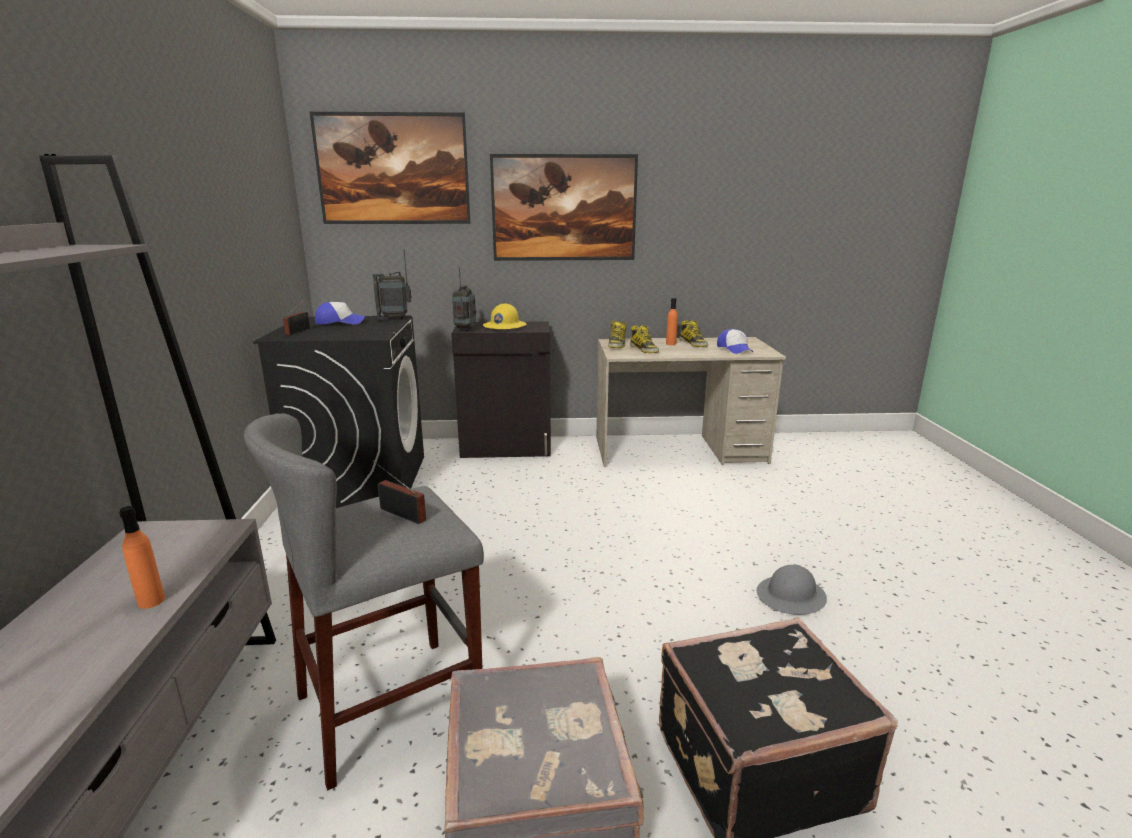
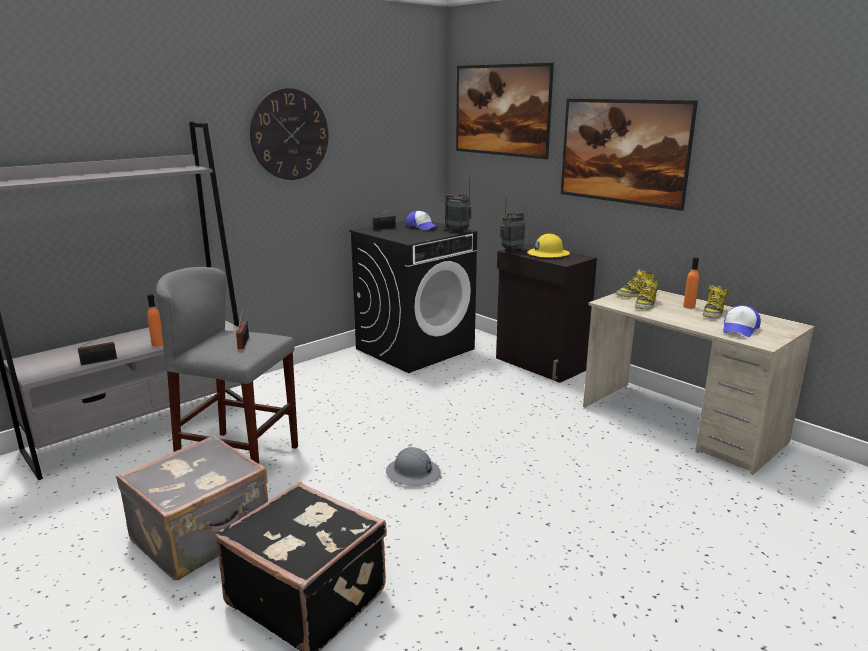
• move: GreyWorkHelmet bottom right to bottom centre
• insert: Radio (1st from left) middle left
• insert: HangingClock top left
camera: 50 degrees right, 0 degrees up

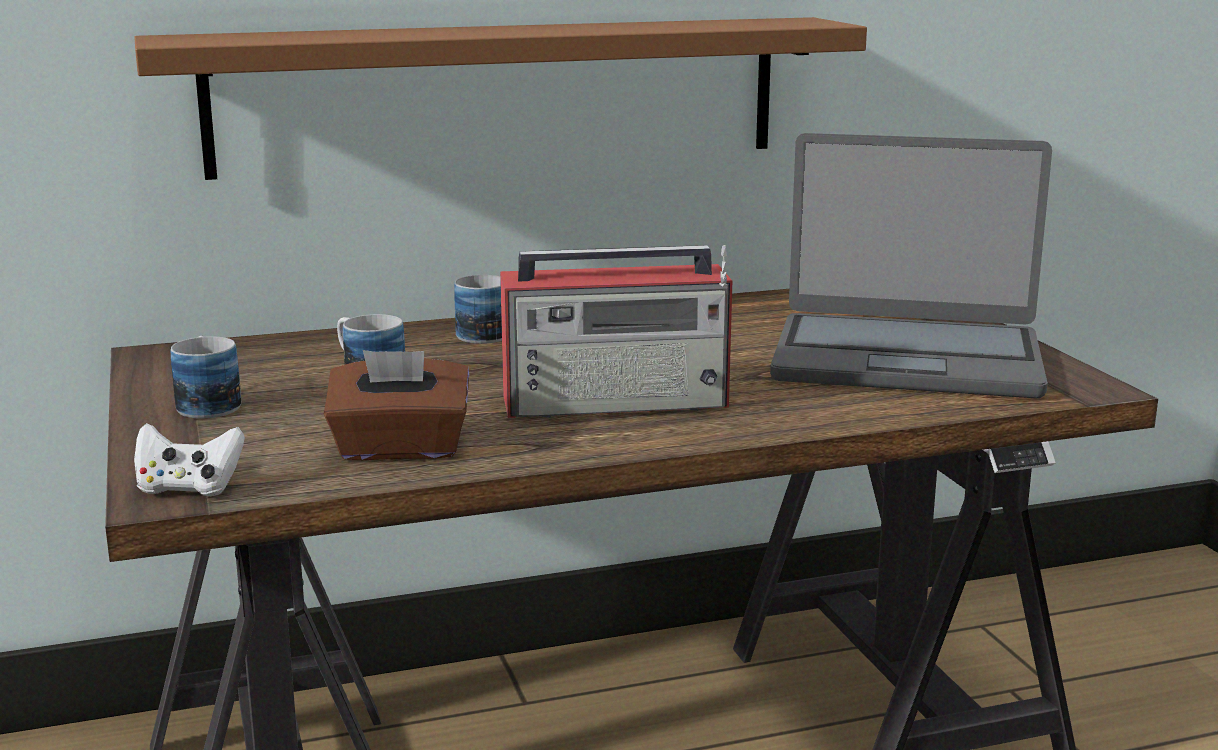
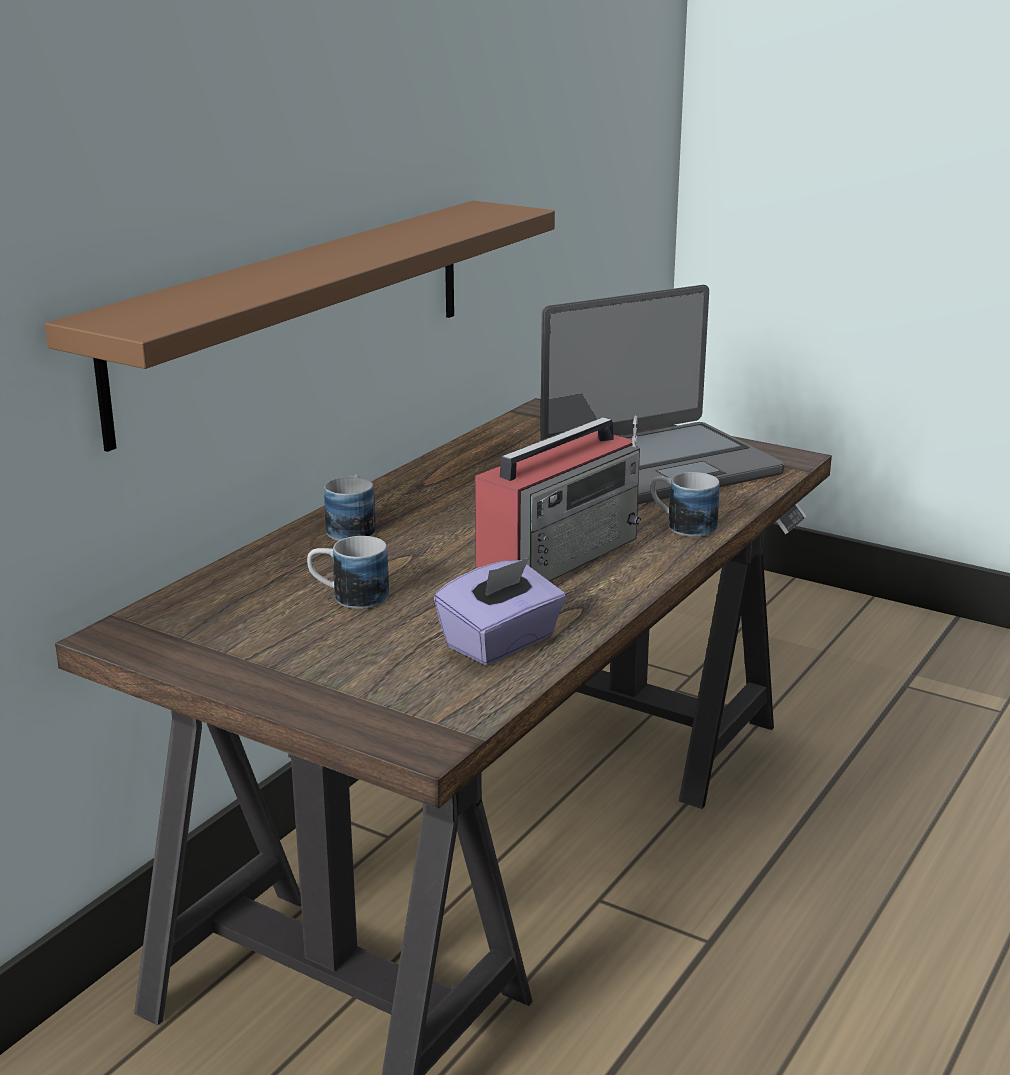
• delete: WhiteGamepad middle left
• move: TeaMug (1st from left in the first image) middle left to TeaMug (3rd from left) middle right
• recolor: BrownishBoxOfTissues middle left to PurpleBoxOfTissues centre
camera: 40 degrees left, 5 degrees up

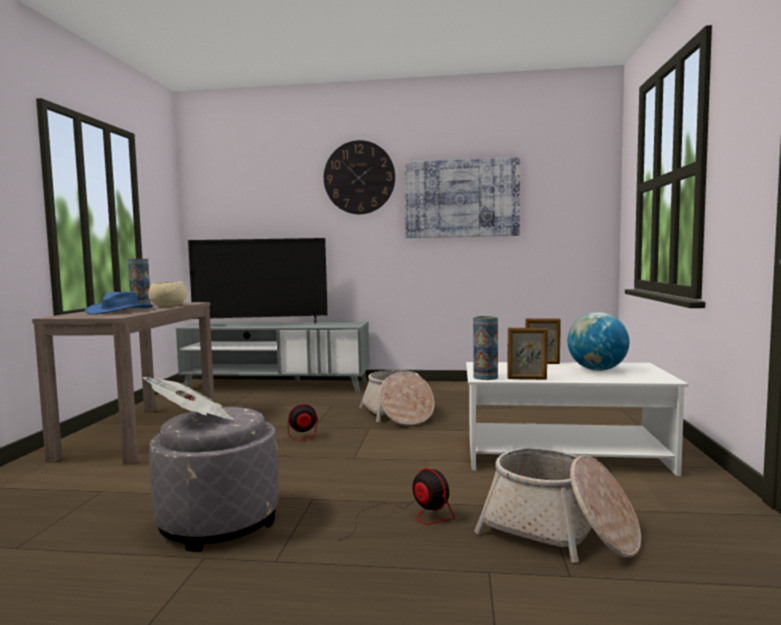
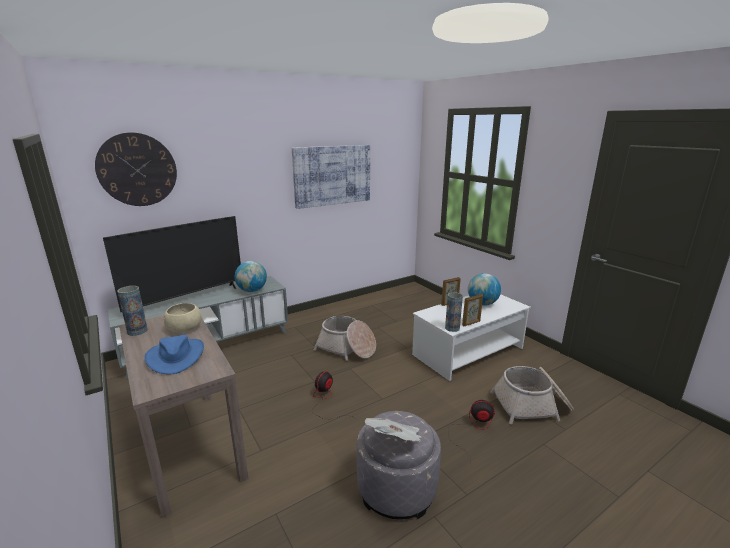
• move: HangingClock top centre to top left
• insert: Globe (1st from left) centre
camera: 40 degrees left, 15 degrees up

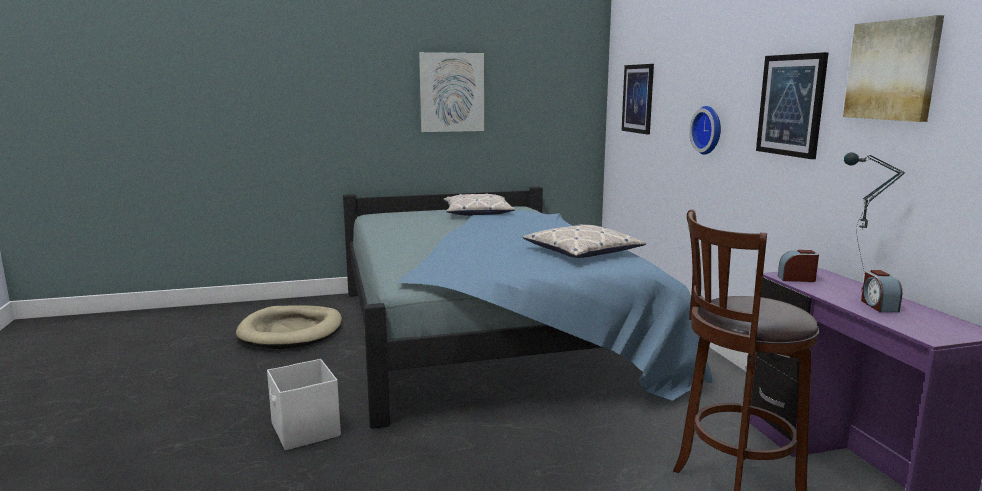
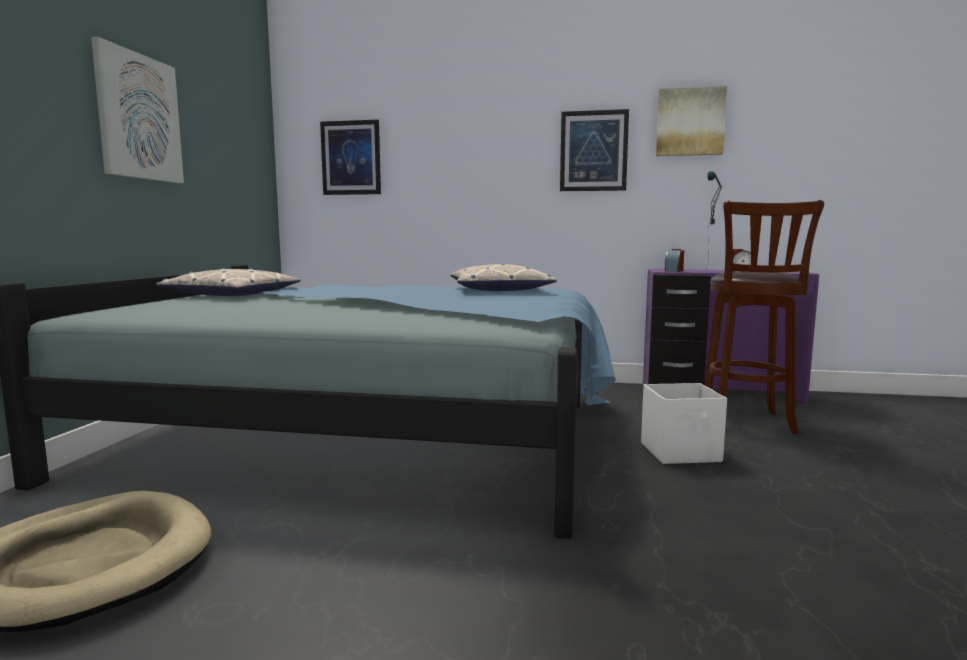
• move: WhiteStorageContainer bottom left to middle right
• delete: HangingClock top right
camera: 65 degrees left, 5 degrees down

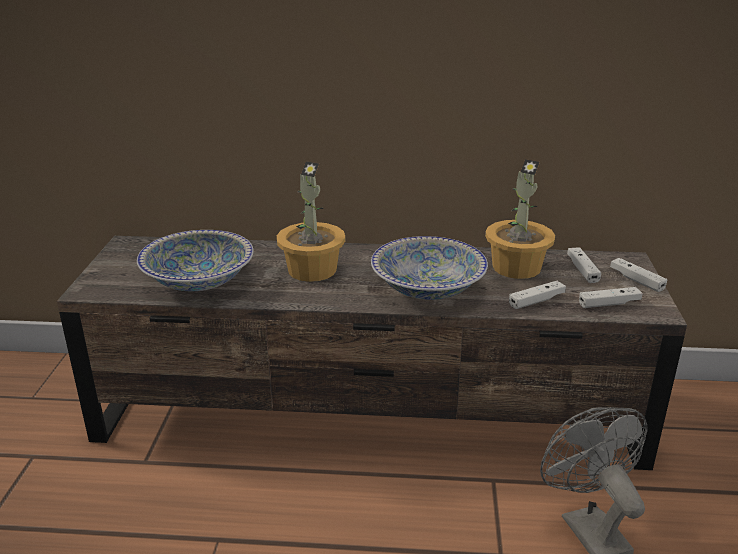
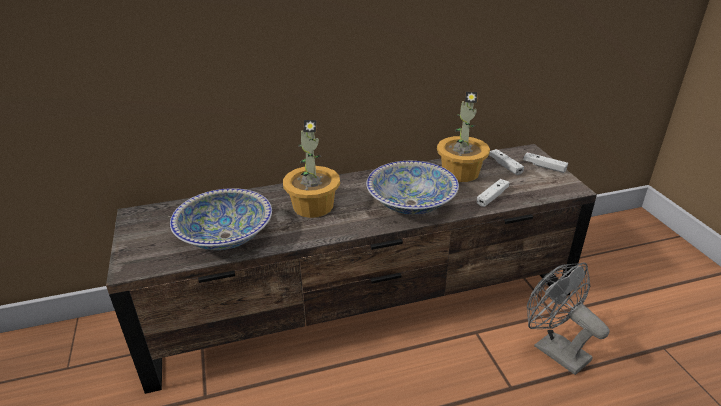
• delete: WhiteGamepad (3rd from left) middle right
camera: 20 degrees left, 5 degrees up

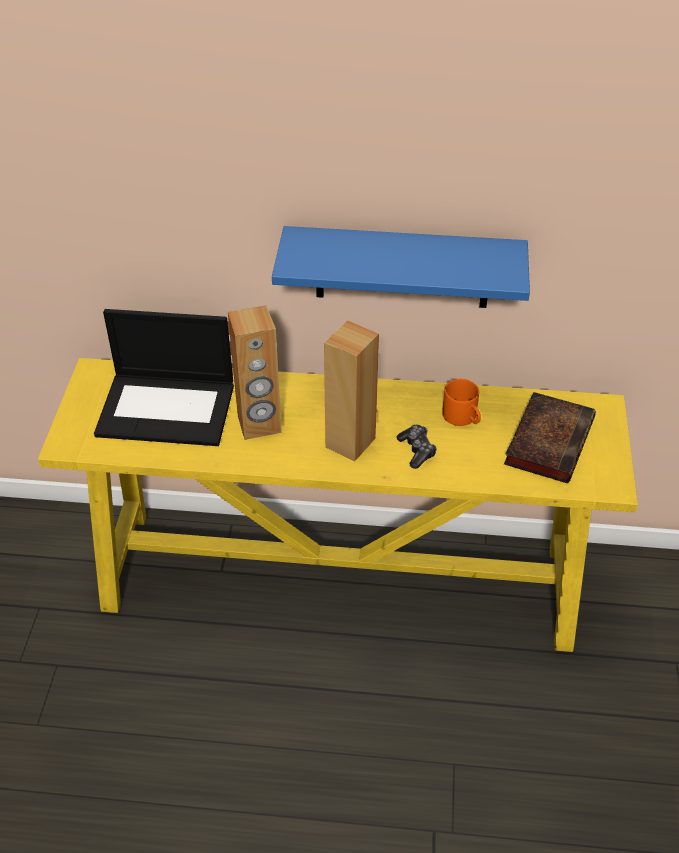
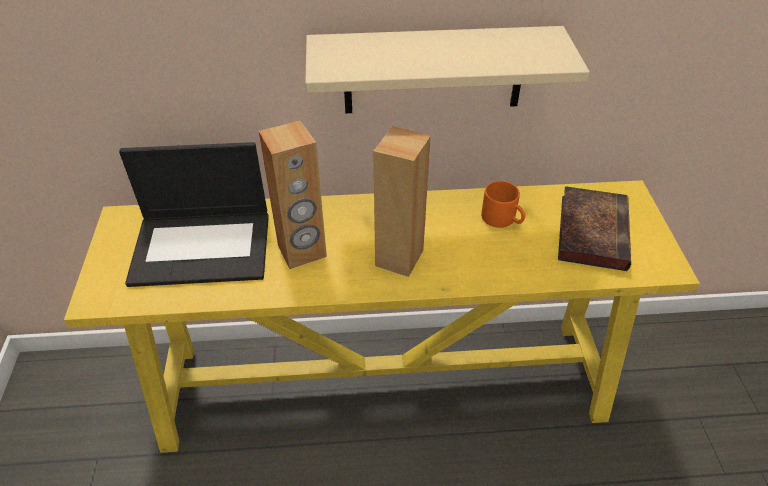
• recolor: BluishShelf top centre to SandColouredShelf top centre
• delete: Gamepad centre
camera: 10 degrees left, 0 degrees up

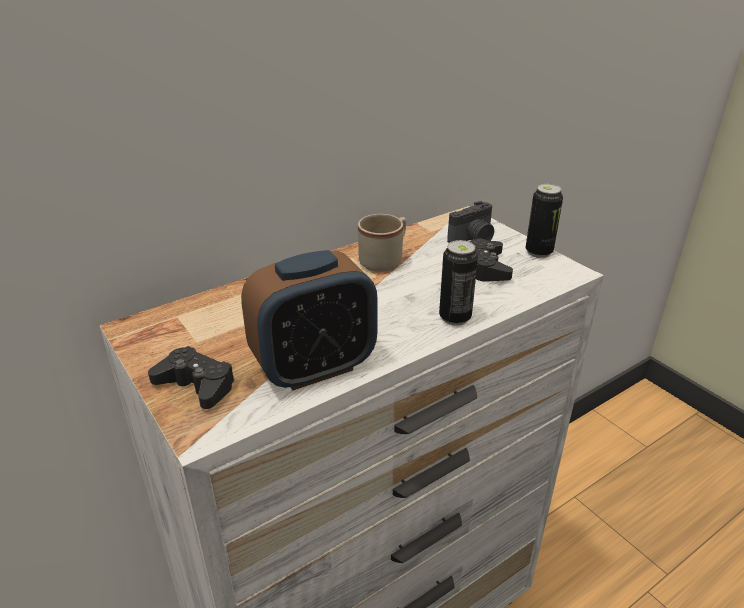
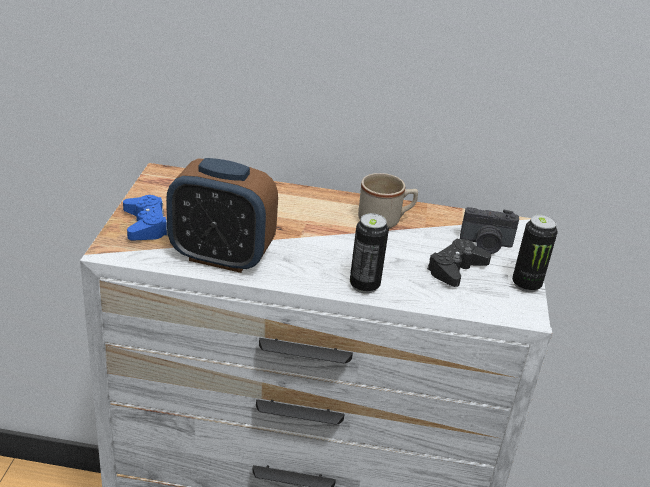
• recolor: BlackColouredGamepad (1st from left) middle left to BluishGamepad middle left
camera: 40 degrees right, 0 degrees up

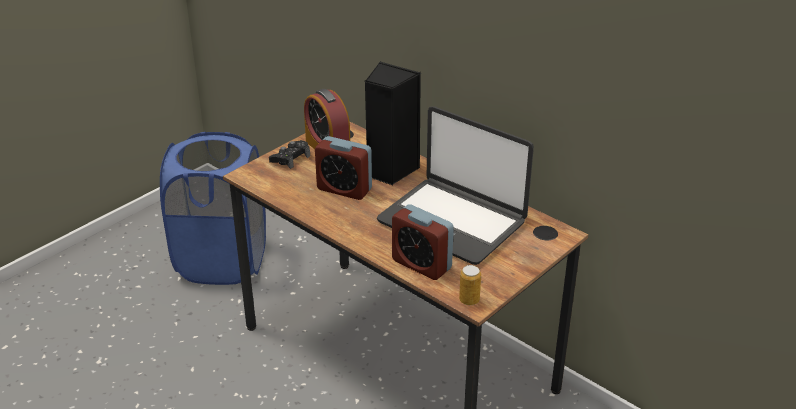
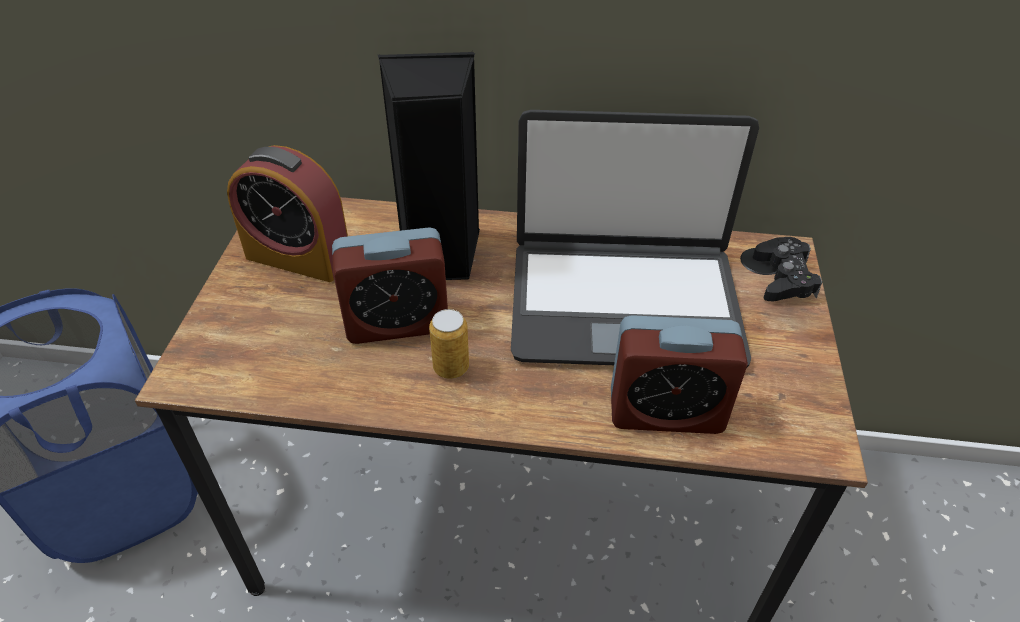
• move: BlackColouredGamepad centre to middle right
• move: MetalCan bottom centre to centre
camera: 35 degrees left, 10 degrees up

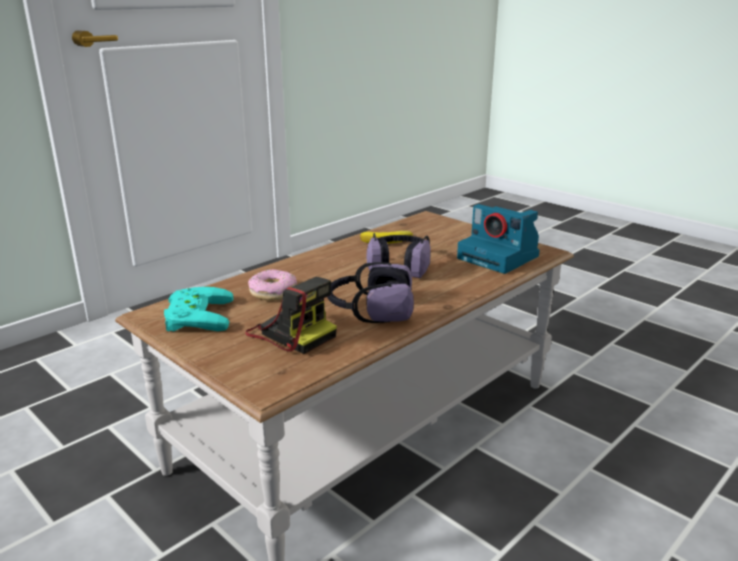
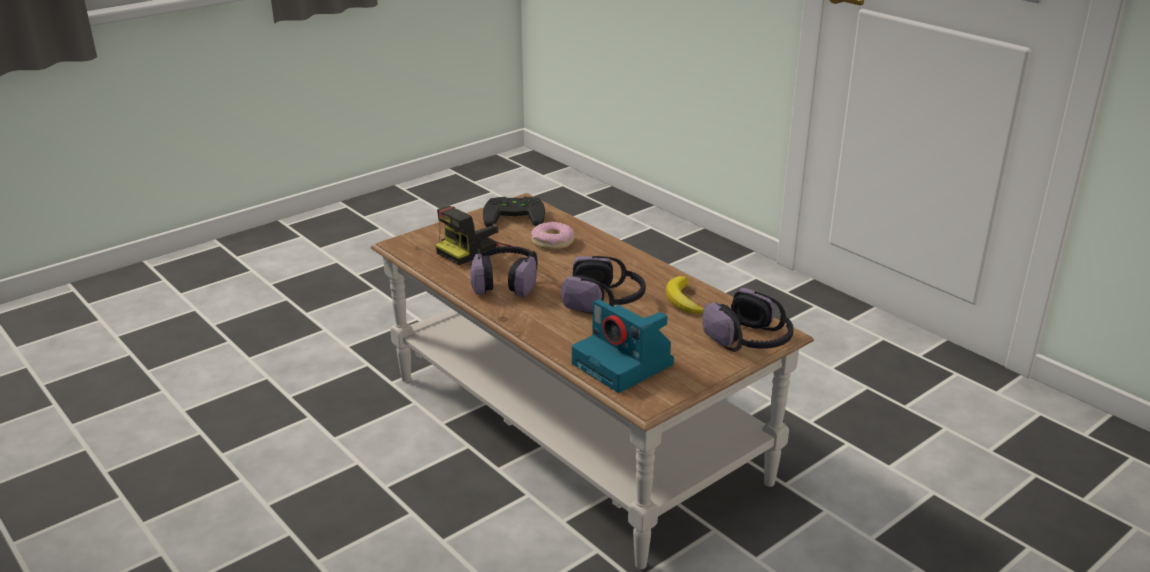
• recolor: BlueGreenGamepad middle left to BlackColouredGamepad centre
• rotate: StillCamera (2nd from left) middle right = centre 90 degrees counterclockwise
• insert: PairOfHeadphones (3rd from left) centre
camera: 95 degrees right, 5 degrees up

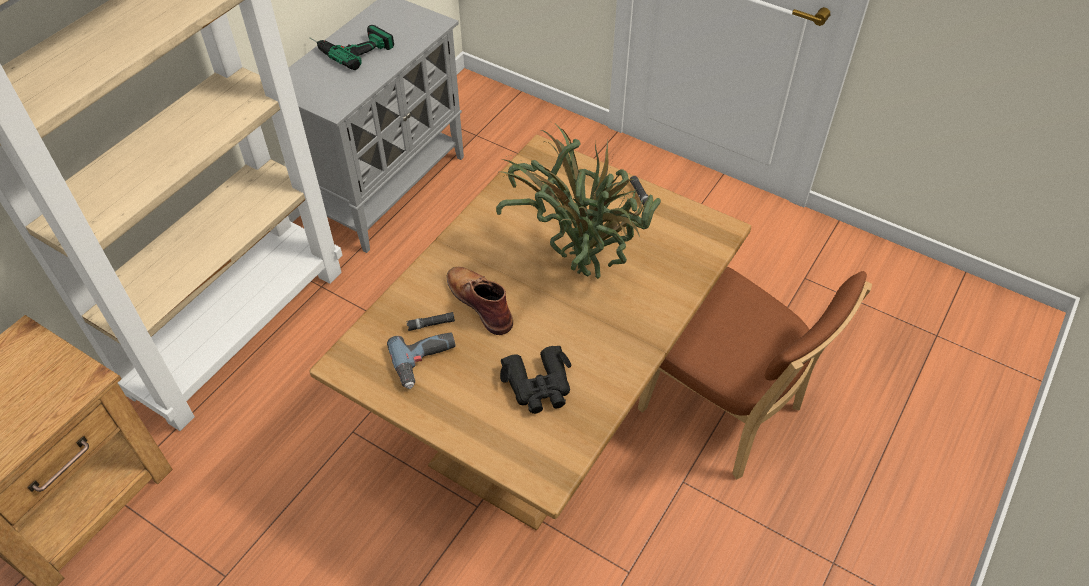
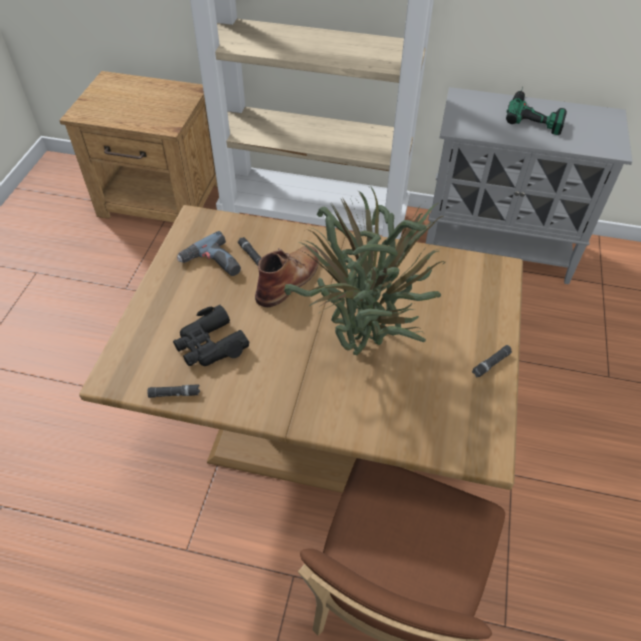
• insert: BlackColouredHandTorch (1st from left) middle left
camera: 70 degrees right, 0 degrees up

